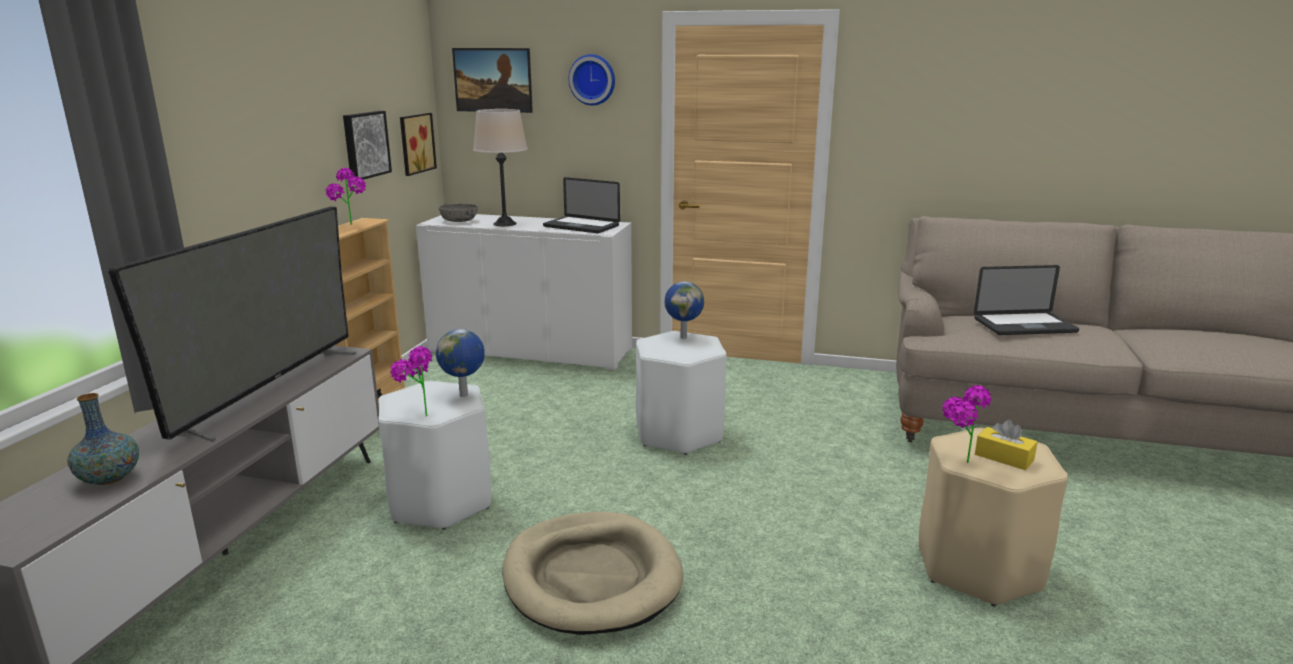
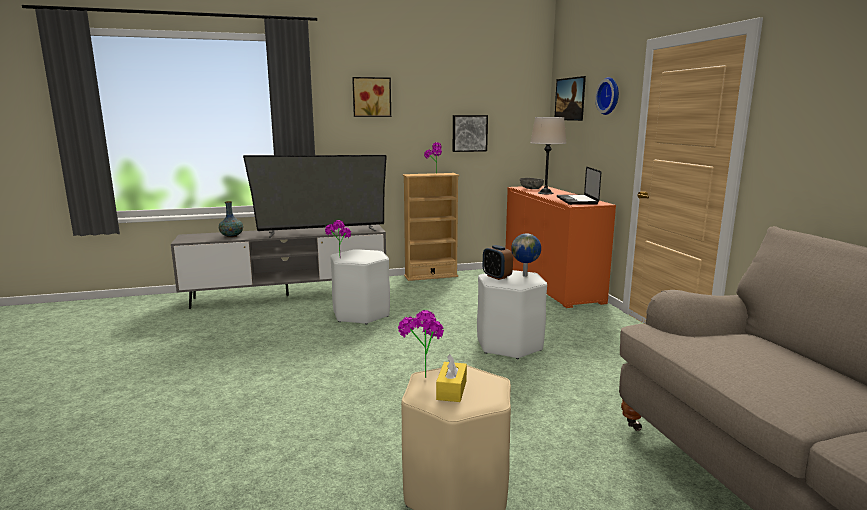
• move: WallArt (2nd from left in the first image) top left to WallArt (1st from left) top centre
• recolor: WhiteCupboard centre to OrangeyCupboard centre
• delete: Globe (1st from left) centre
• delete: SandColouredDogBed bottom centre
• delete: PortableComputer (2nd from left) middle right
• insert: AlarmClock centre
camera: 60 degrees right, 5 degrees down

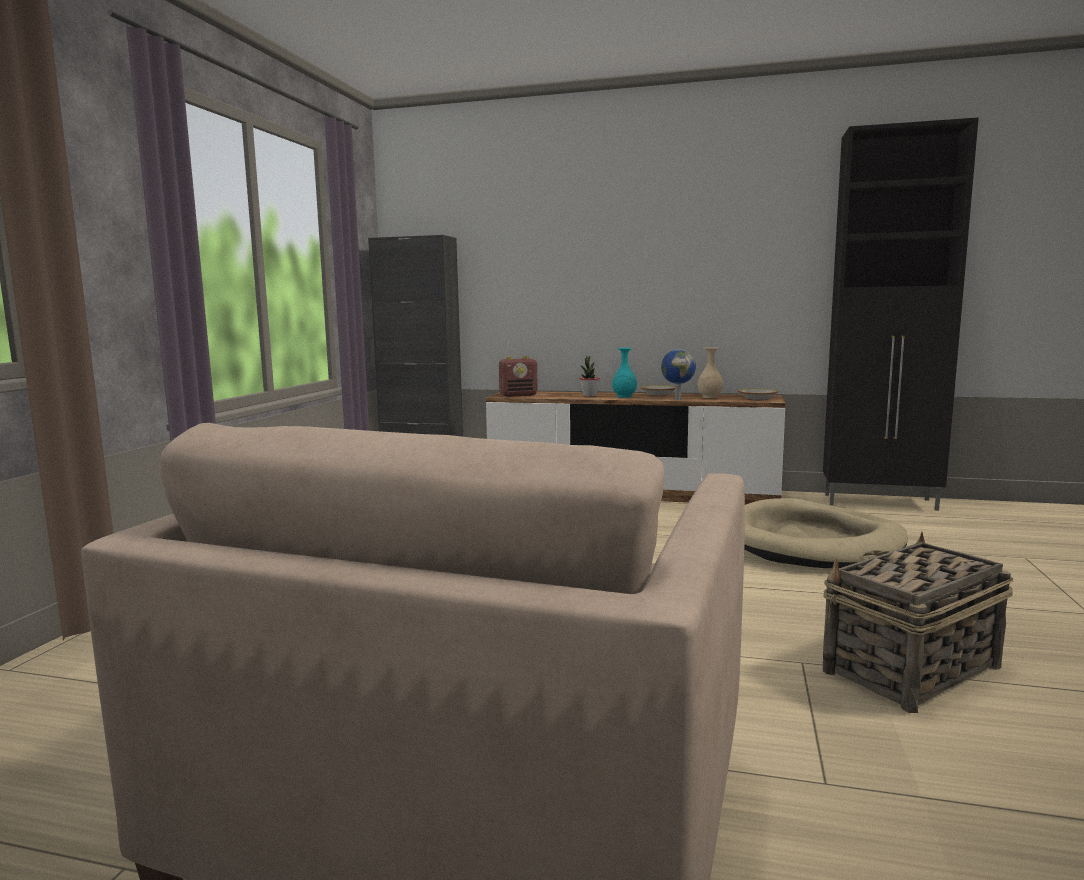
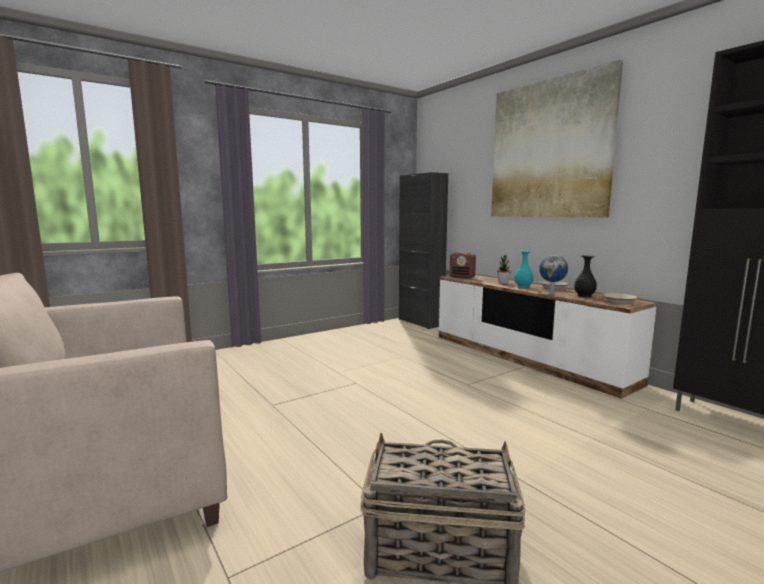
• recolor: SandColouredDecorativeVase centre to BlackColouredDecorativeVase middle right
• delete: SandColouredDogBed middle right
• insert: WallArt top right
camera: 40 degrees right, 0 degrees up

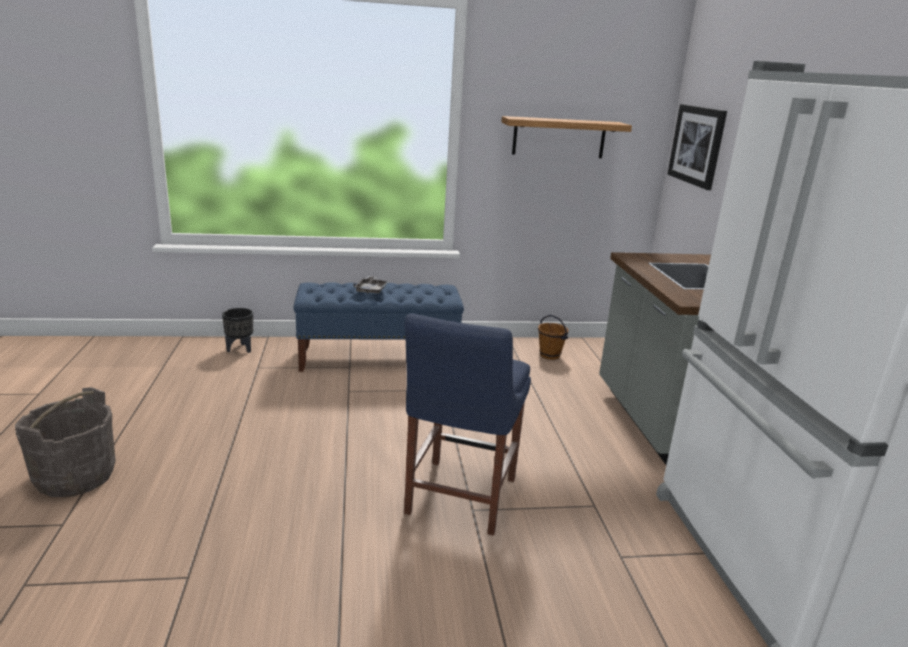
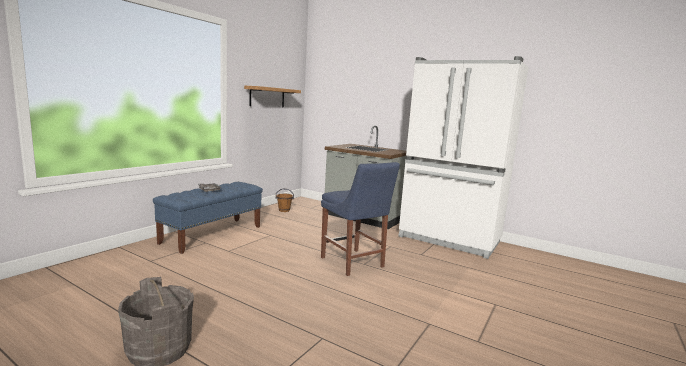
• delete: BlackColouredFlowerPot middle left
• delete: WallArt top right
camera: 50 degrees left, 10 degrees down

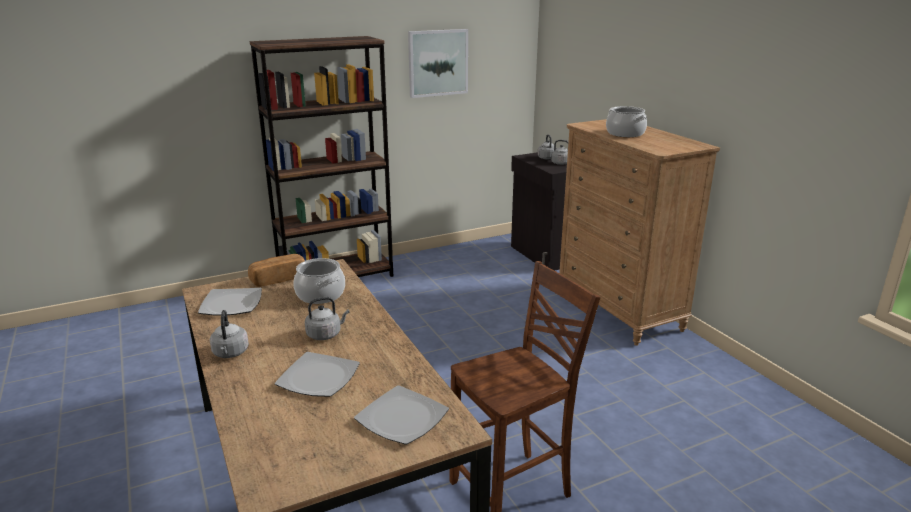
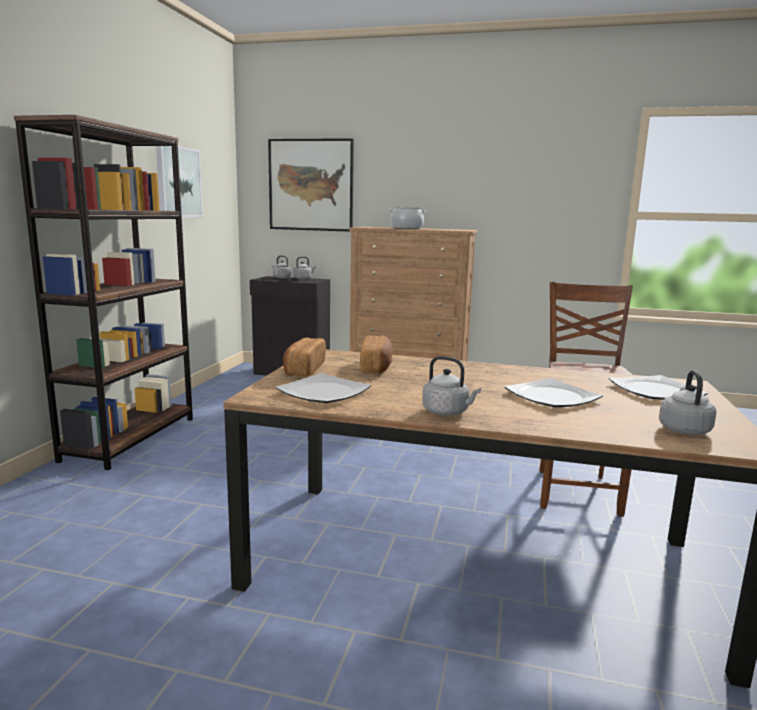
• replace: CookingPot (1st from left) centre to BakeryBread (2nd from left) centre
• move: GreyWaterKettle (2nd from left in the first image) centre to GreyWaterKettle (4th from left) middle right
• insert: WallArt (2nd from left) top centre
camera: 50 degrees left, 10 degrees down

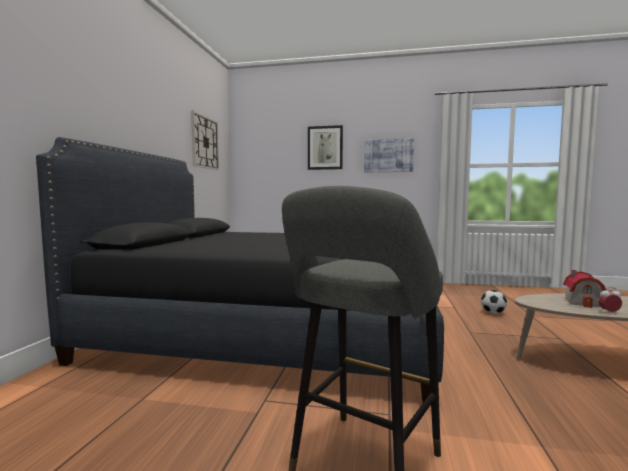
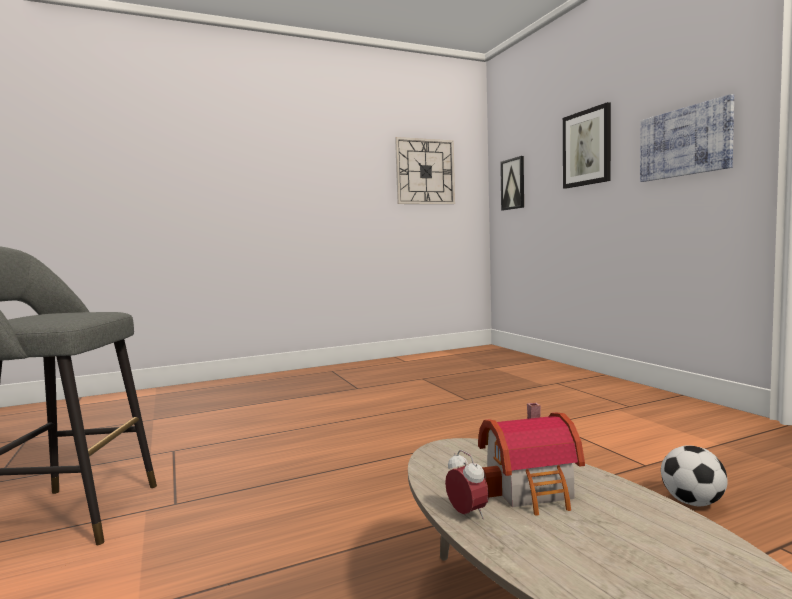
• delete: BlackColouredBedroomBed centre
• insert: WallArt (1st from left) top centre
camera: 55 degrees right, 0 degrees up

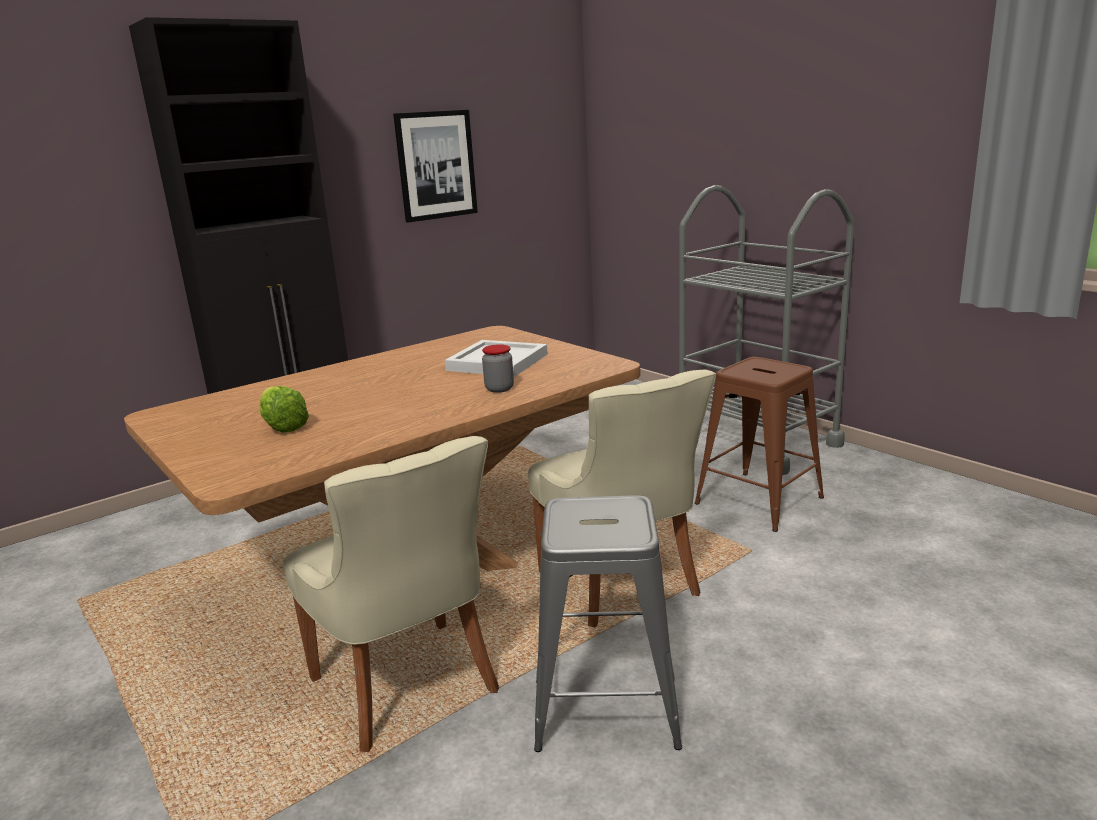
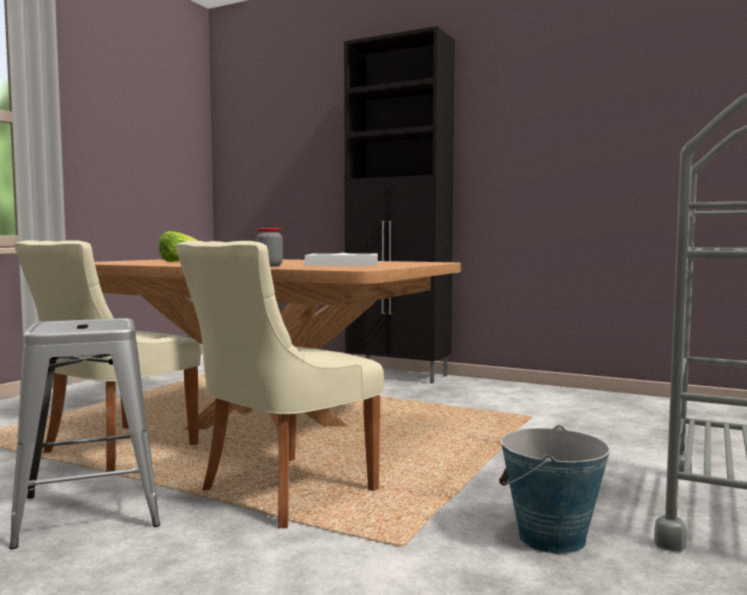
• delete: WallArt top centre
• replace: BrownishSittingStool middle right to Pail bottom right
camera: 65 degrees right, 15 degrees down

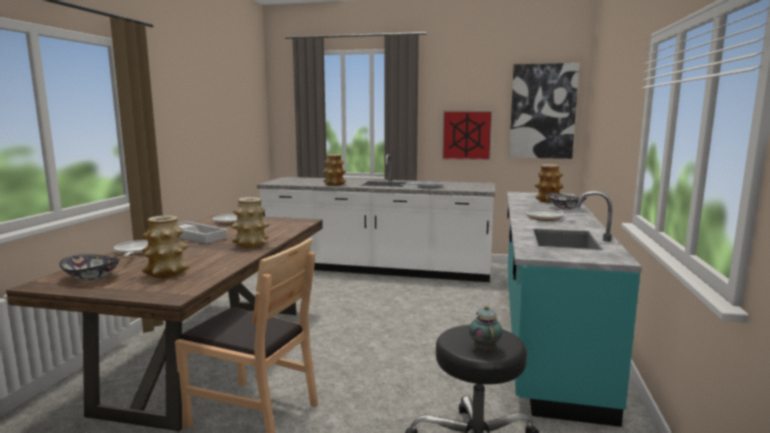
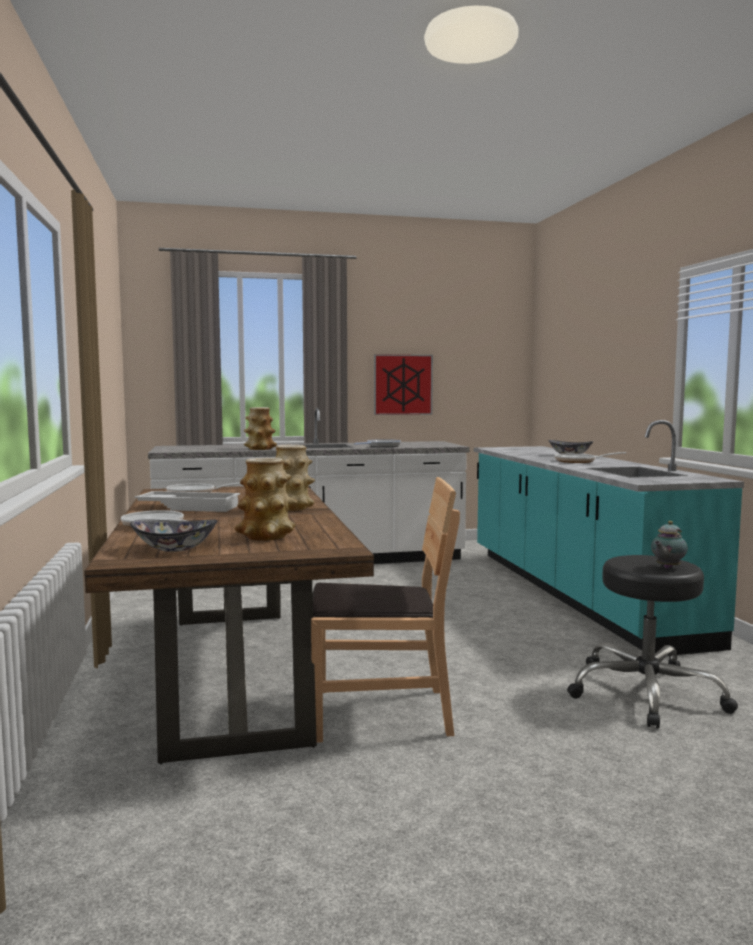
• rotate: Teapot bottom centre = middle right 105 degrees counterclockwise
• delete: WallArt (2nd from left) top right
• delete: DecorativeVase (4th from left) middle right
camera: 25 degrees left, 5 degrees down

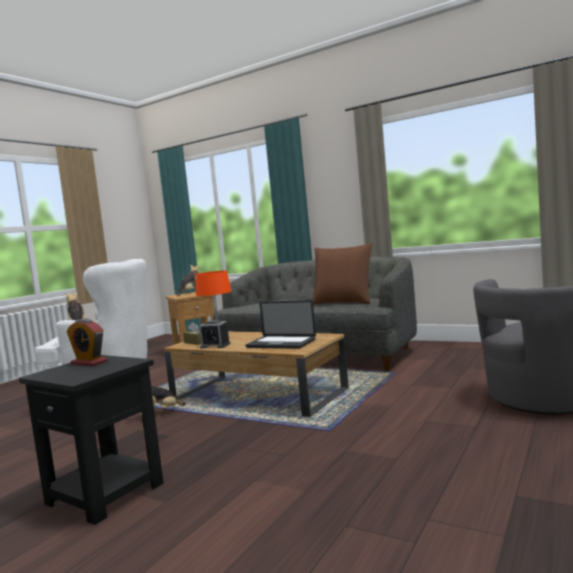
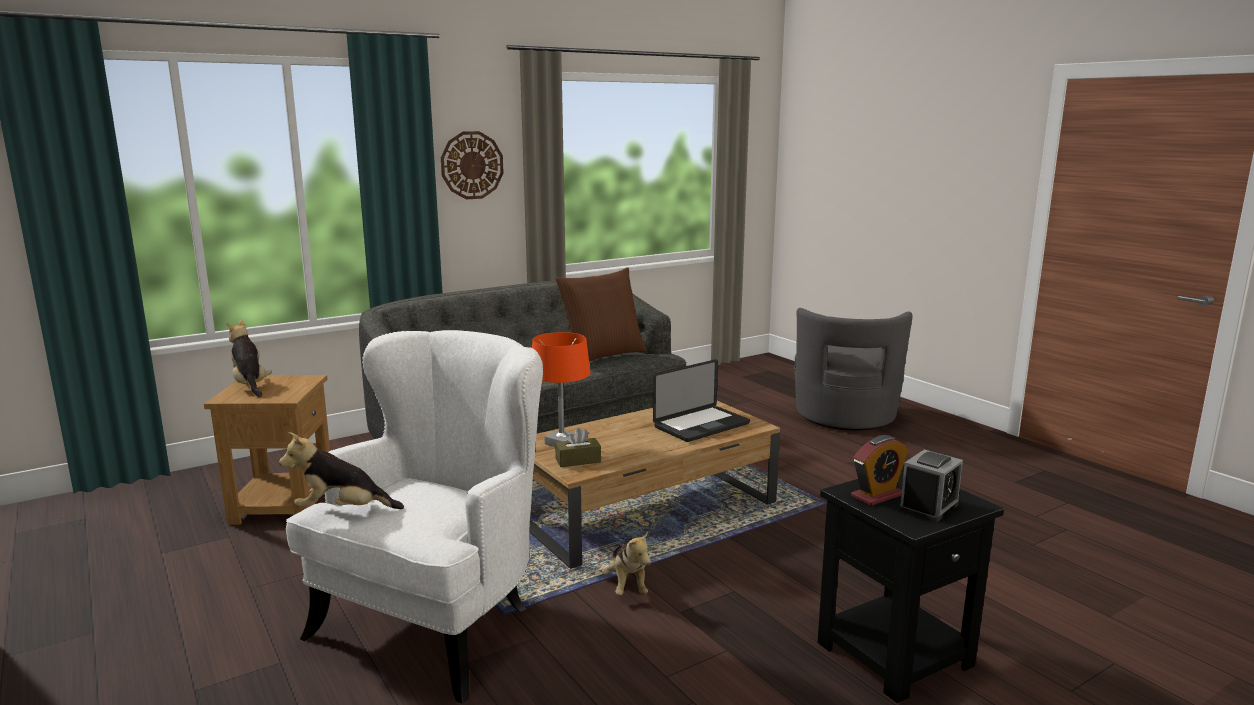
• move: AlarmClock (2nd from left) centre to bottom right
• insert: HangingClock top centre
camera: 65 degrees left, 10 degrees up

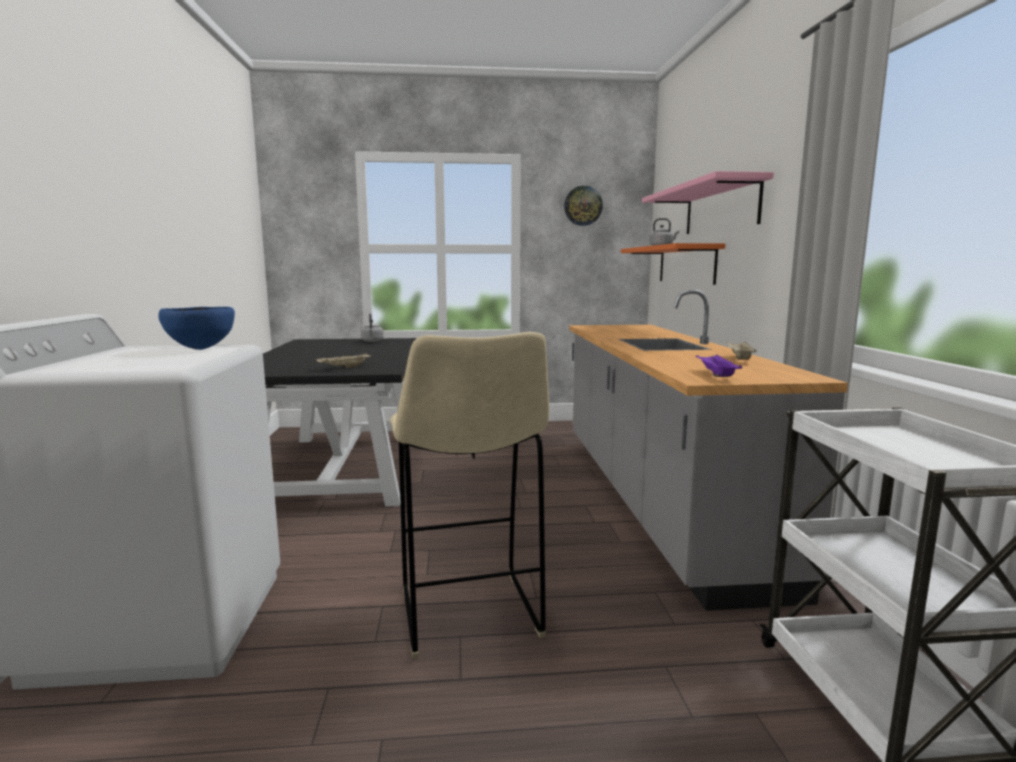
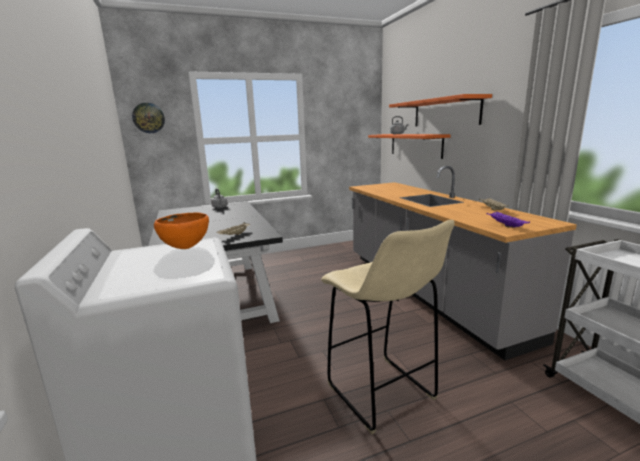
• recolor: BluishDeepDish middle left to OrangeyDeepDish middle left
• move: HangingClock top centre to top left
• recolor: PinkishShelf top right to OrangeyShelf (2nd from left) top right
camera: 15 degrees left, 5 degrees up

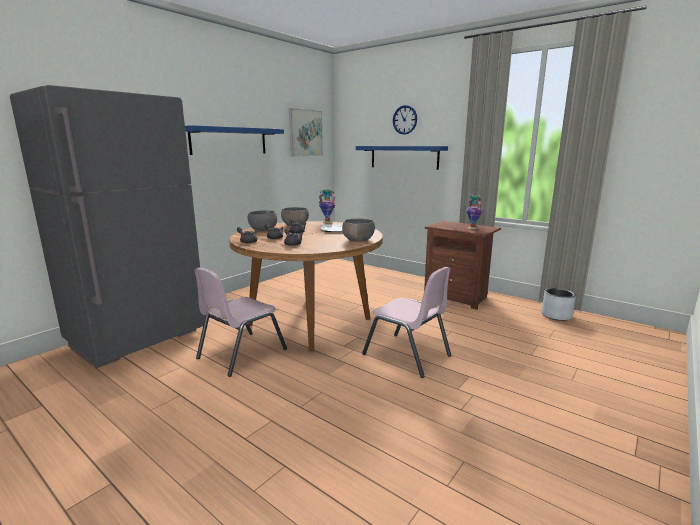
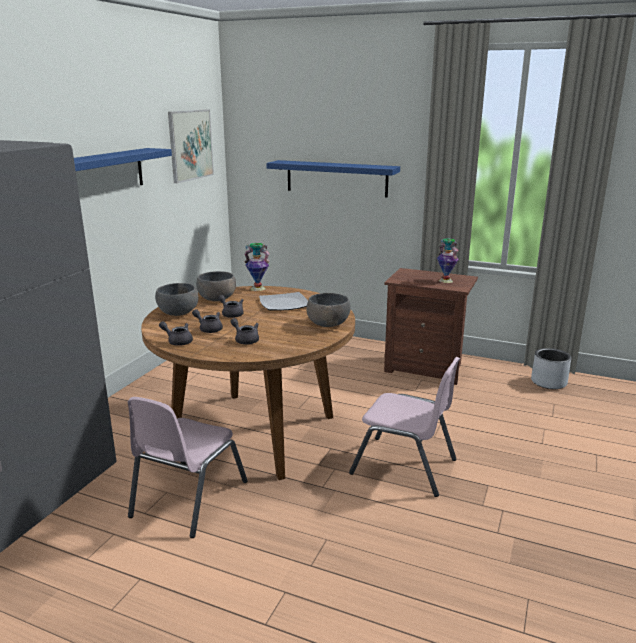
• delete: HangingClock top centre
camera: 15 degrees left, 5 degrees up

